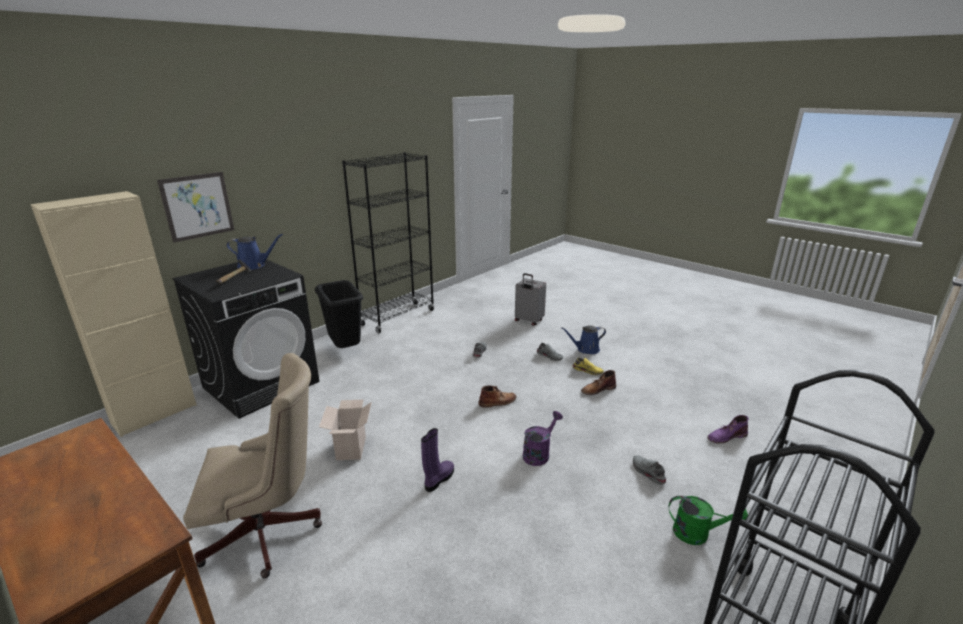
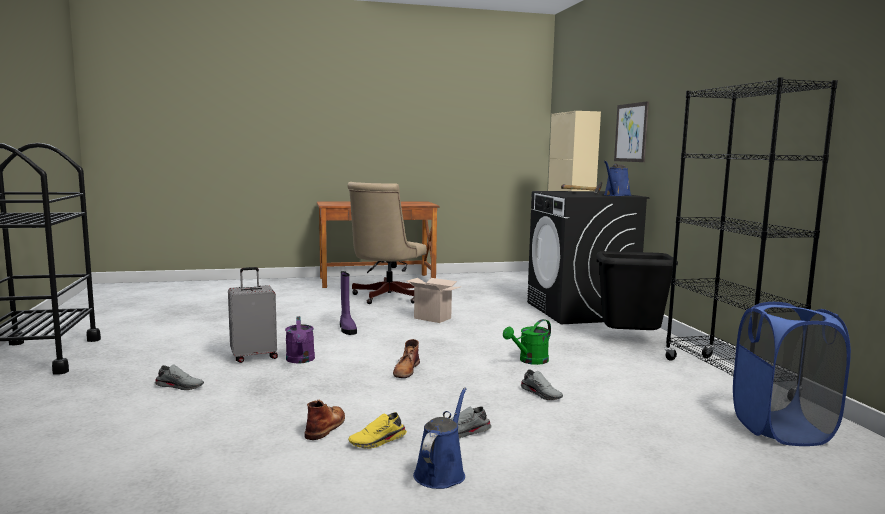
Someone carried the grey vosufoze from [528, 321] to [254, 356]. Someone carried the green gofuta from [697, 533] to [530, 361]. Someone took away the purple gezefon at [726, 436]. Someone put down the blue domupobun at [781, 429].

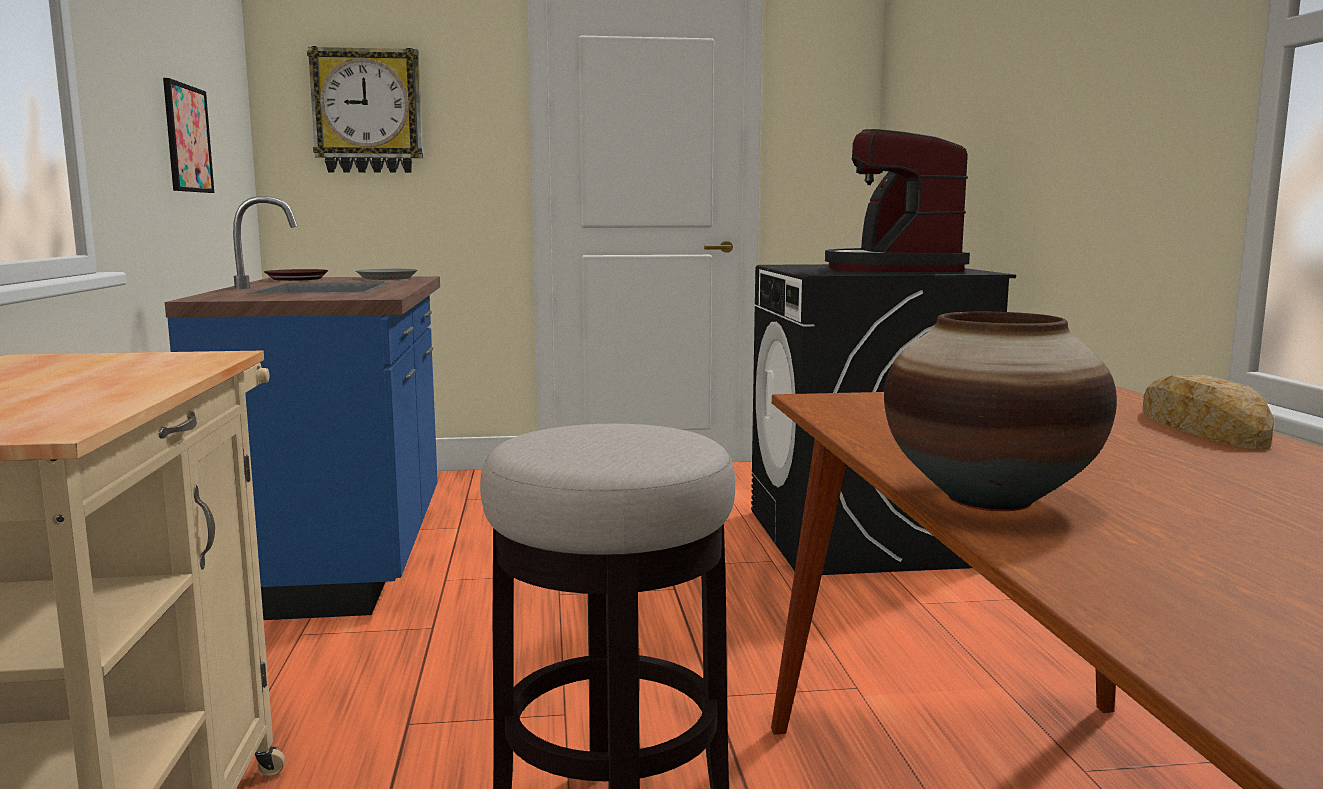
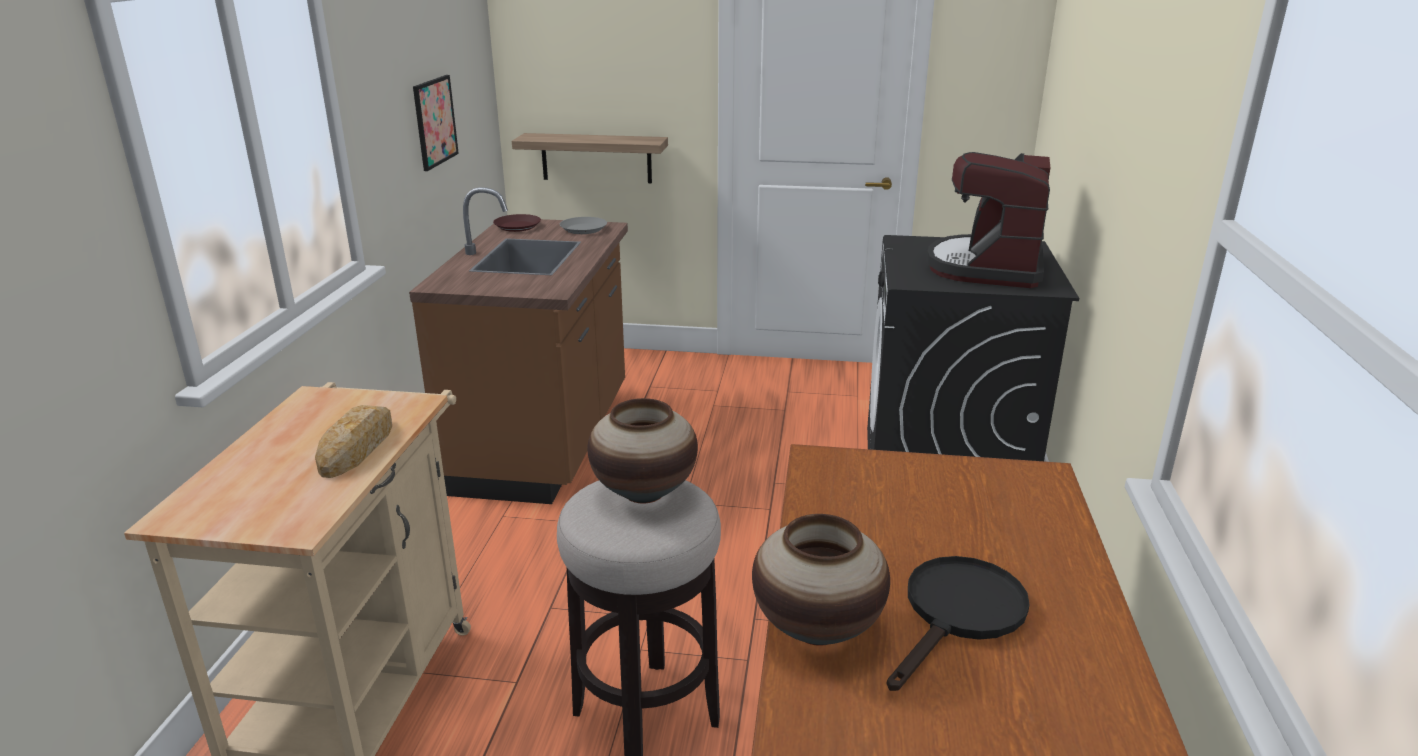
Someone repainted the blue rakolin at [342, 557], which became the brown rakolin at [546, 442]. Someone took away the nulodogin at [368, 111]. Someone carried the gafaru from [1202, 428] to [358, 447]. Someone put up the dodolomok at [596, 158]. Someone put down the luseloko at [644, 493]. Someone put down the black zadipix at [958, 615].

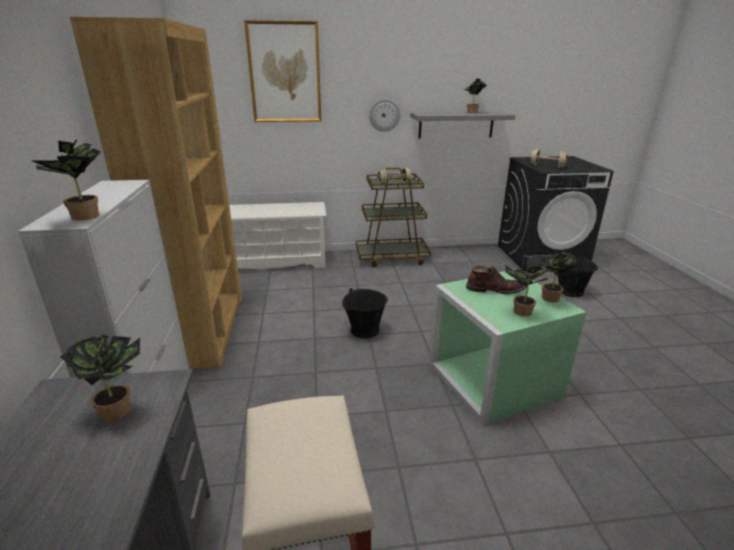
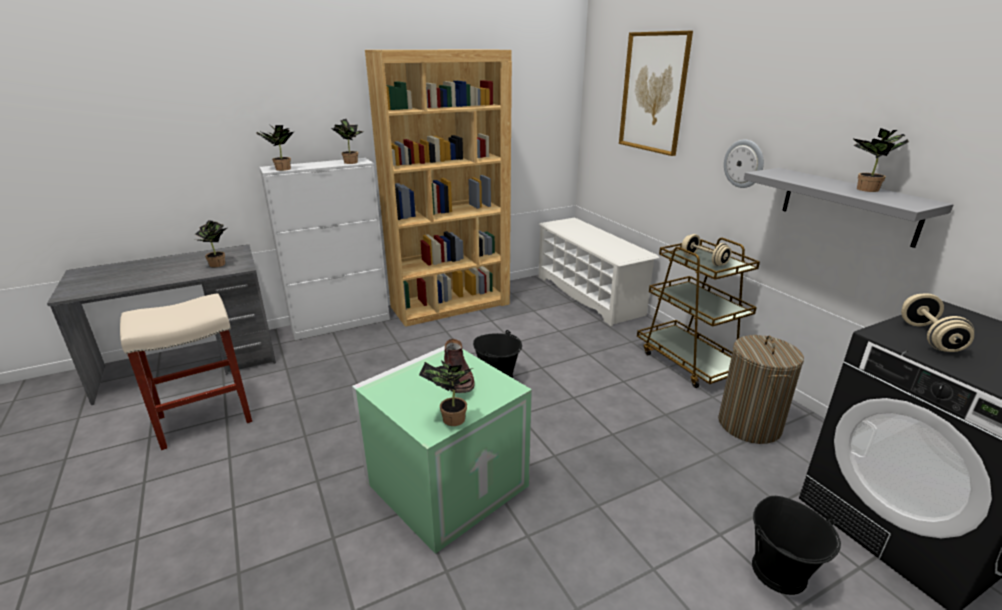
Someone carried the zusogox from [519, 312] to [350, 162]. Someone put down the domupobun at [749, 425].

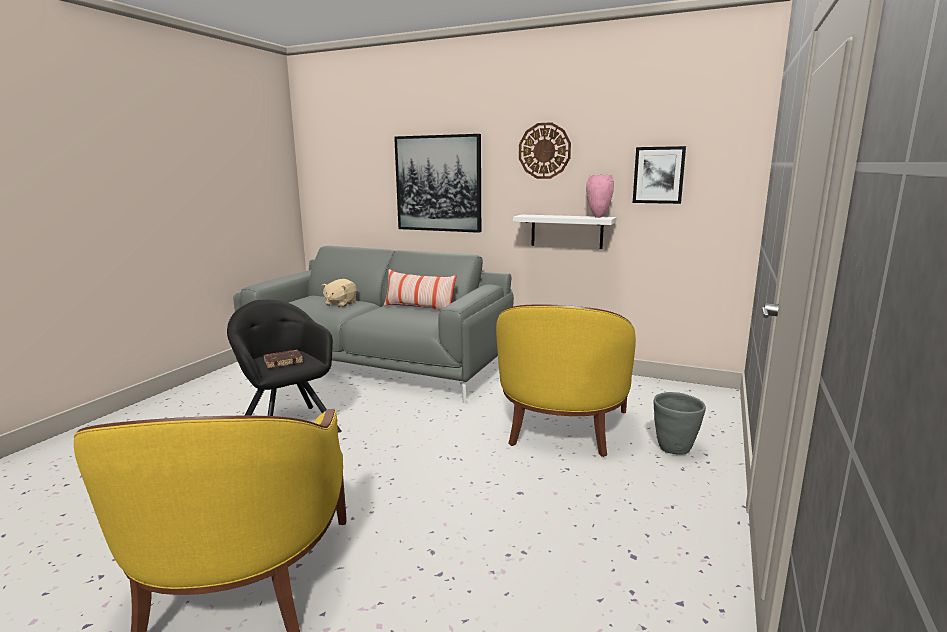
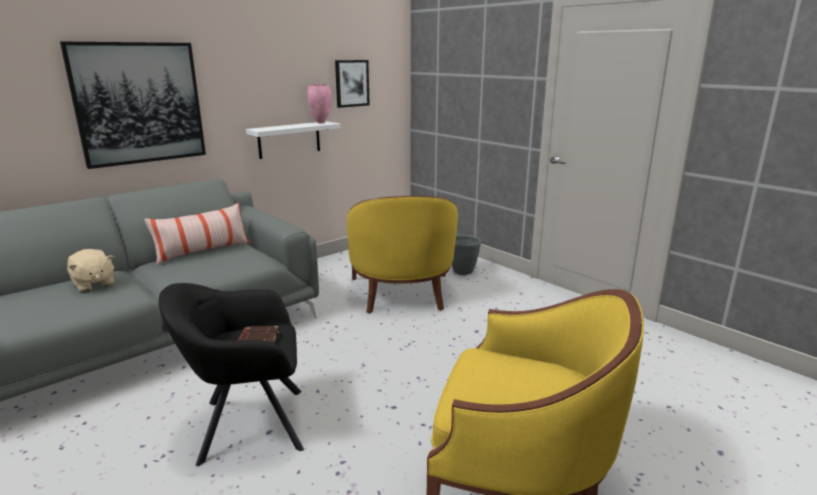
Someone rotated the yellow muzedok at [561, 426] by 45 degrees clockwise. Someone took away the nulodogin at [544, 151].

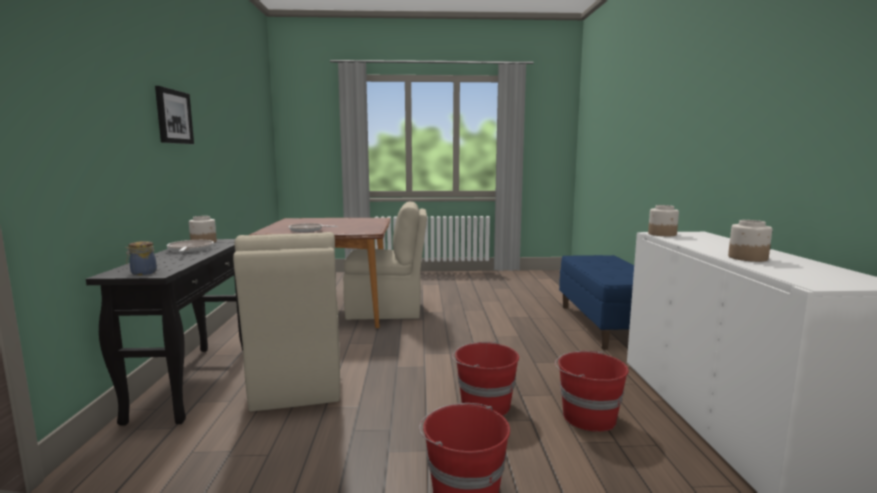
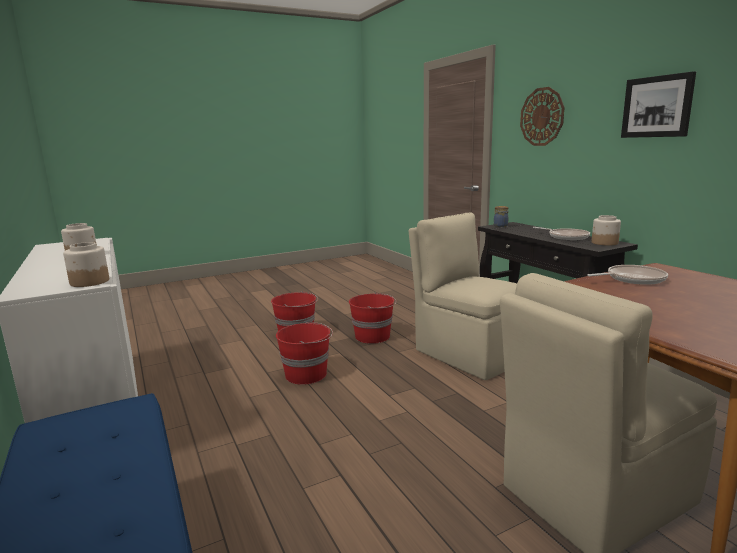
Someone carried the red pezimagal from [587, 417] to [373, 336]. Someone put up the nulodogin at [542, 117].

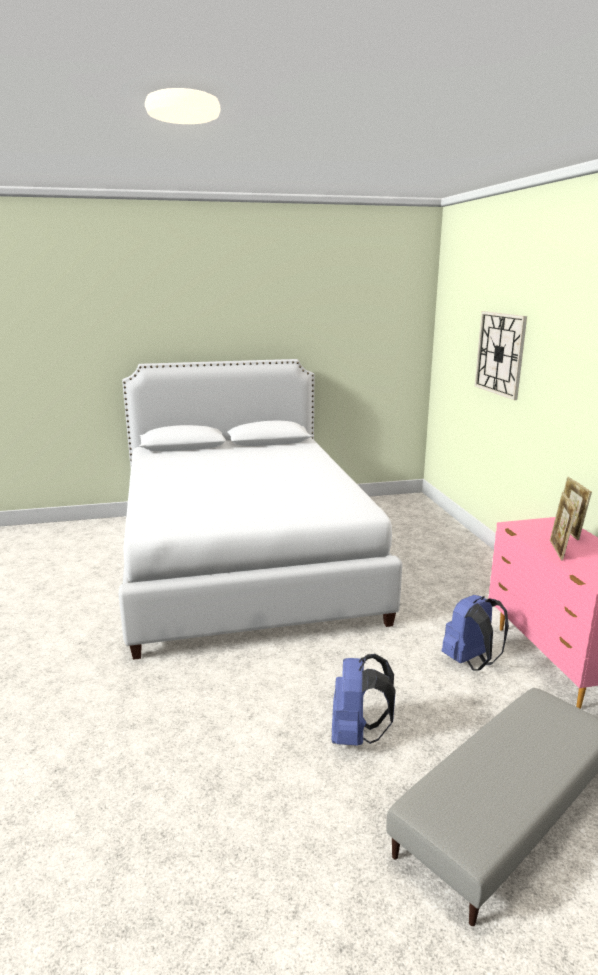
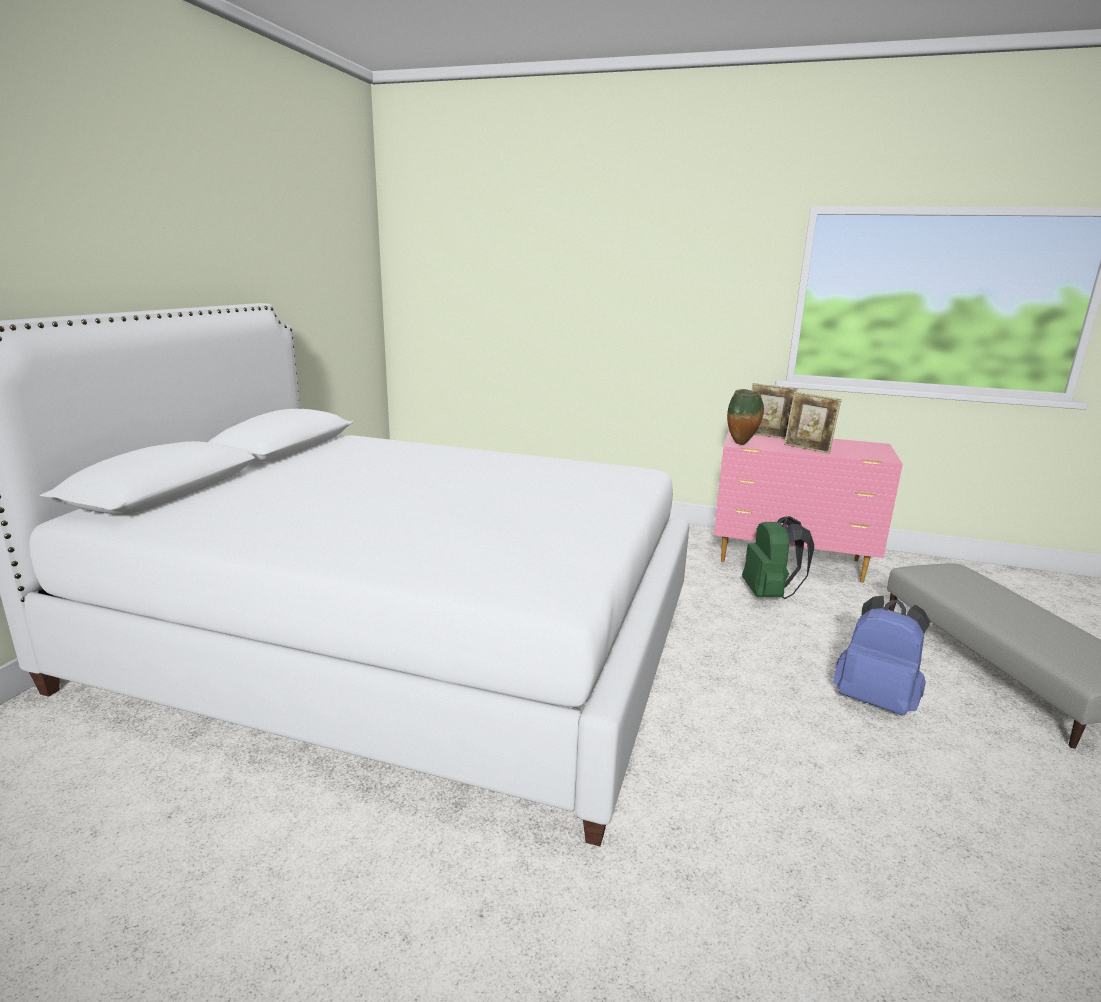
Someone repainted the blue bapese at [471, 662], which became the green bapese at [769, 594]. Someone took away the nulodogin at [500, 354]. Someone put down the luseloko at [741, 444].

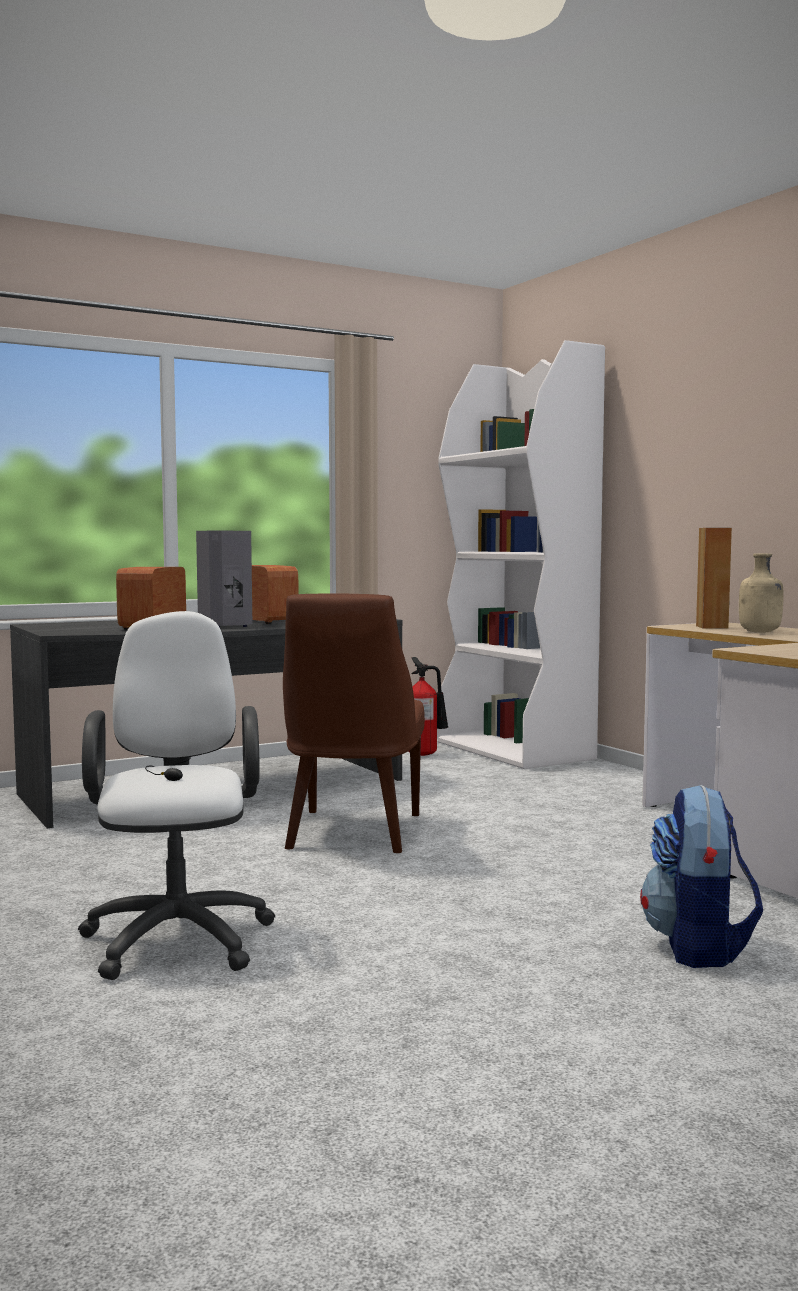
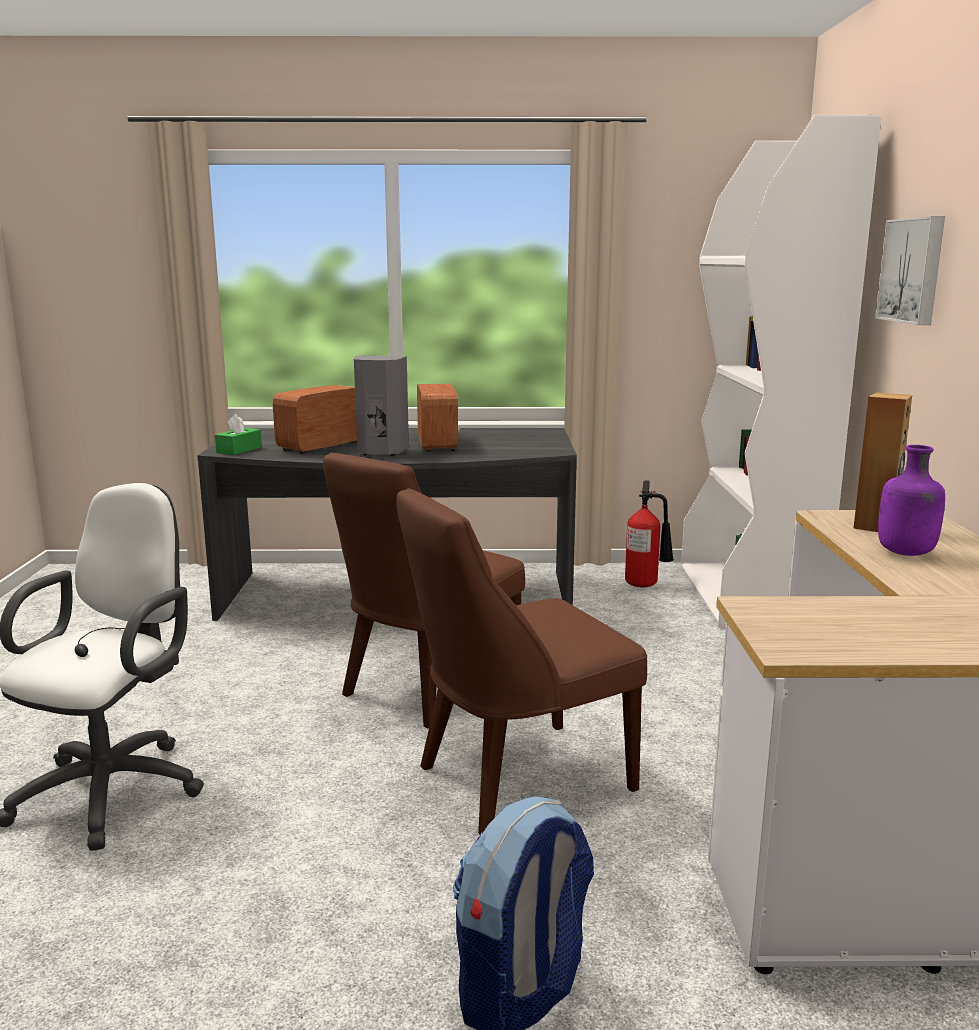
Someone repainted the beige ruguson at [760, 632], which became the purple ruguson at [905, 553]. Someone put down the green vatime at [239, 450]. Someone put down the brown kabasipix at [516, 779]. Someone put up the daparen at [913, 270].

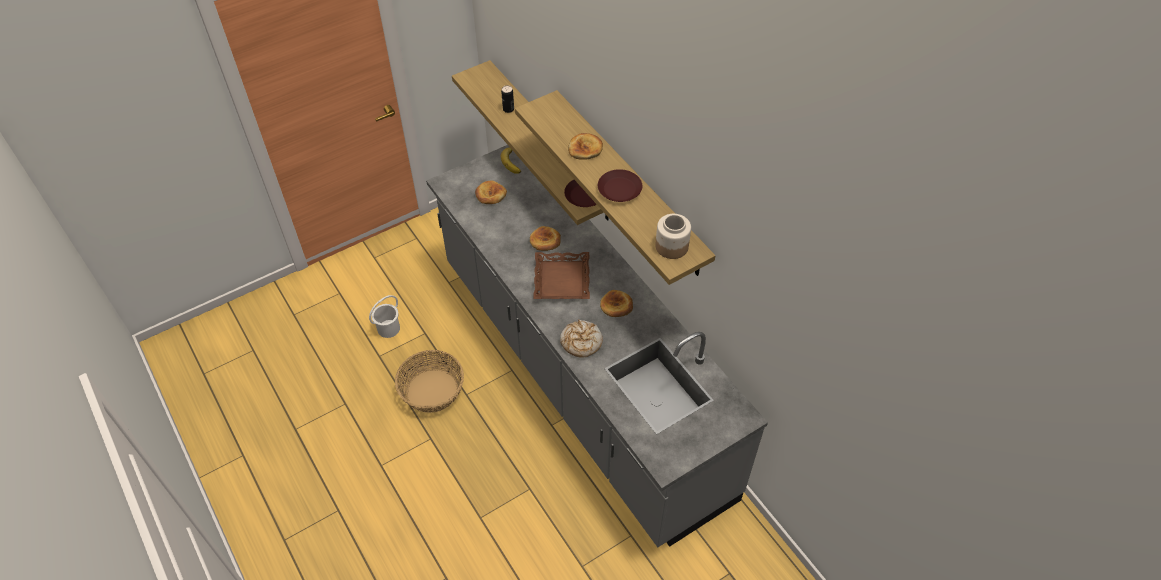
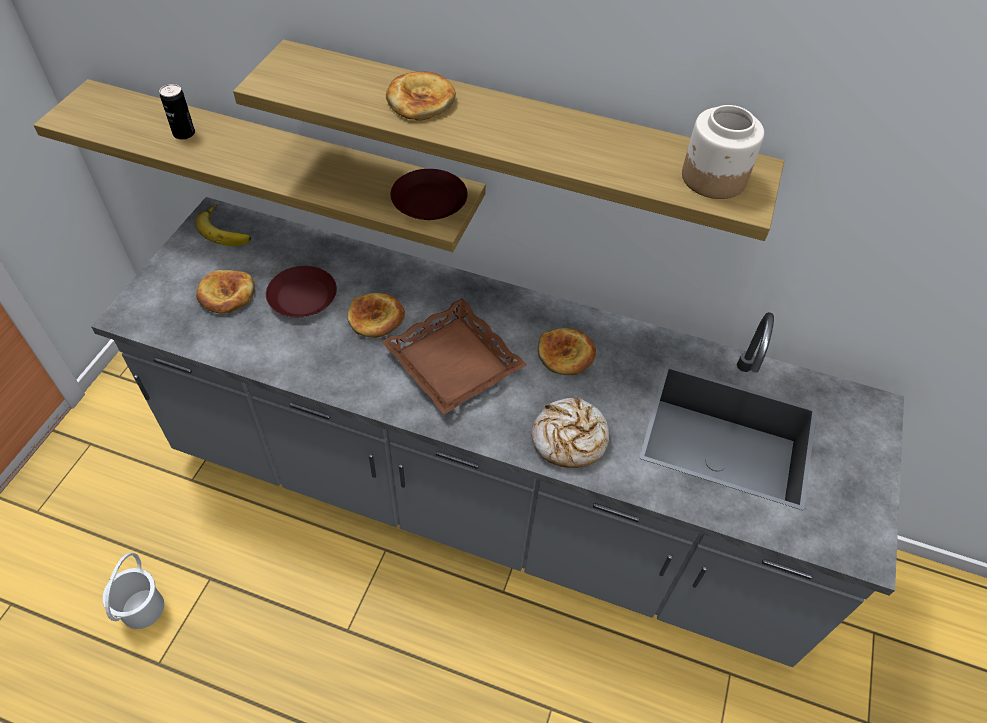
Someone took away the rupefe at [432, 390]. Someone carried the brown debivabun from [619, 189] to [302, 297].

